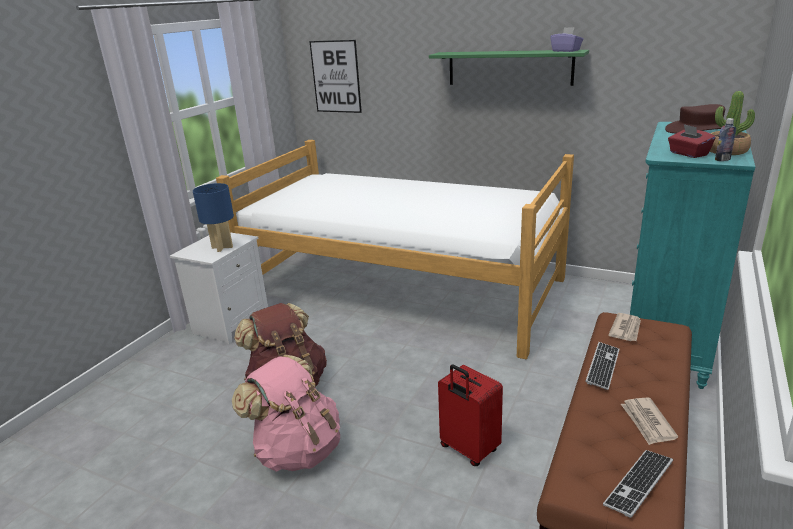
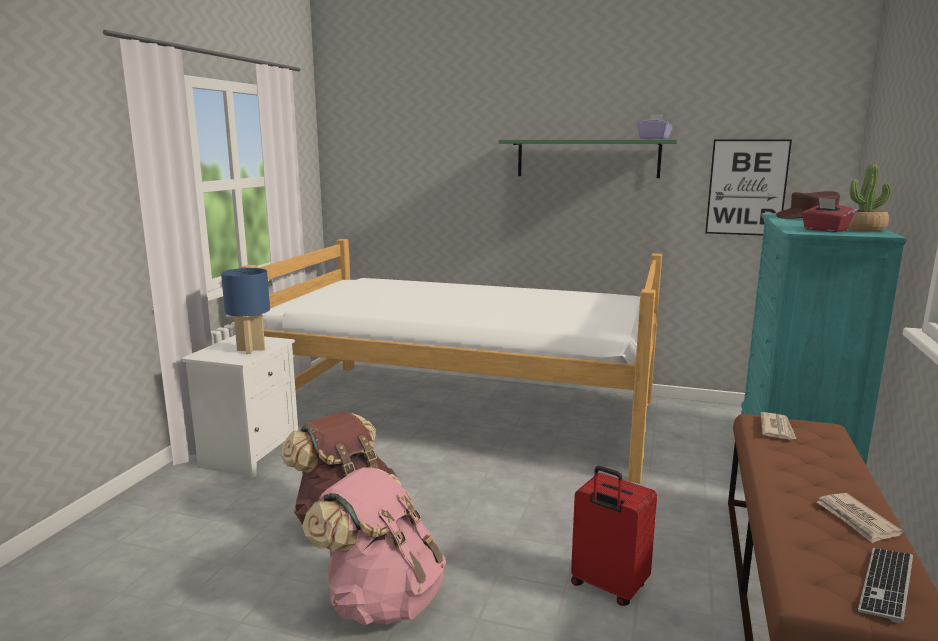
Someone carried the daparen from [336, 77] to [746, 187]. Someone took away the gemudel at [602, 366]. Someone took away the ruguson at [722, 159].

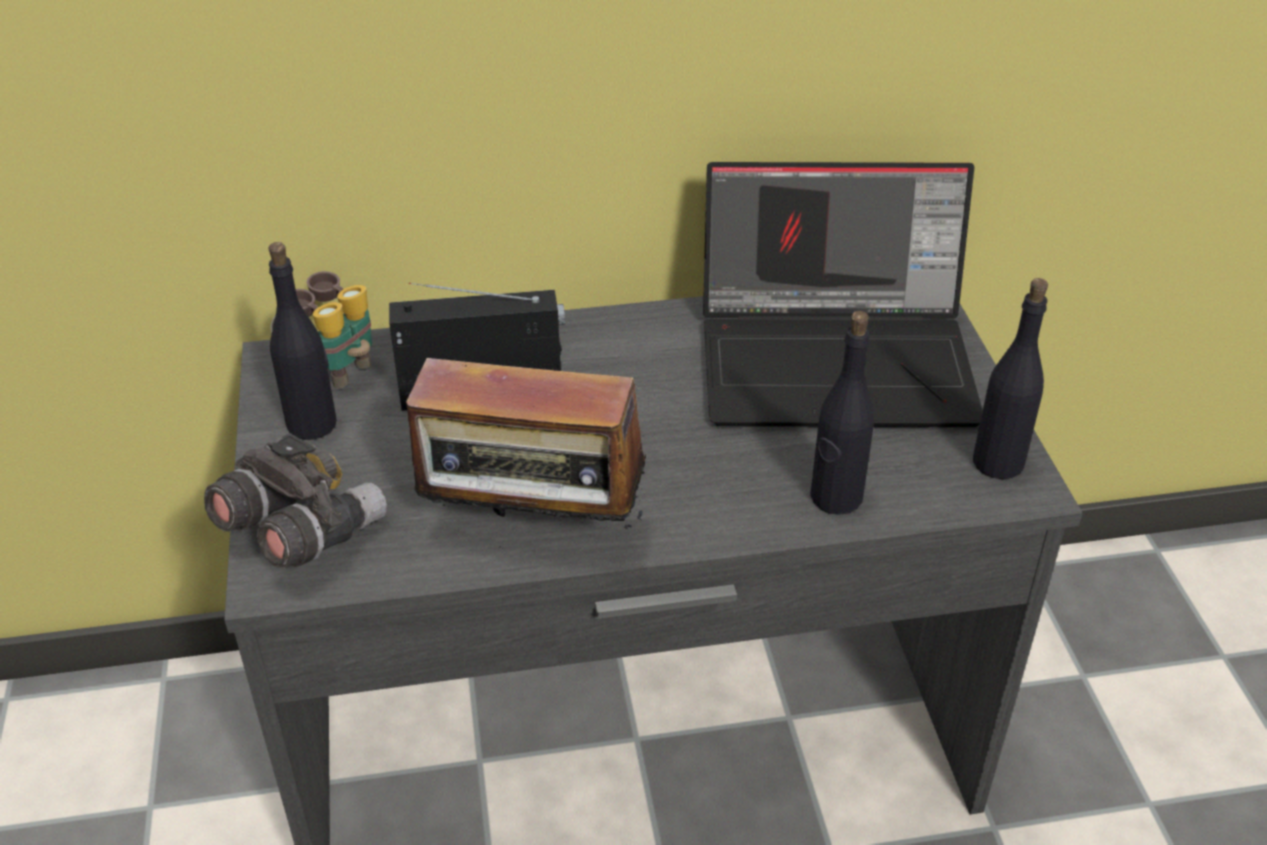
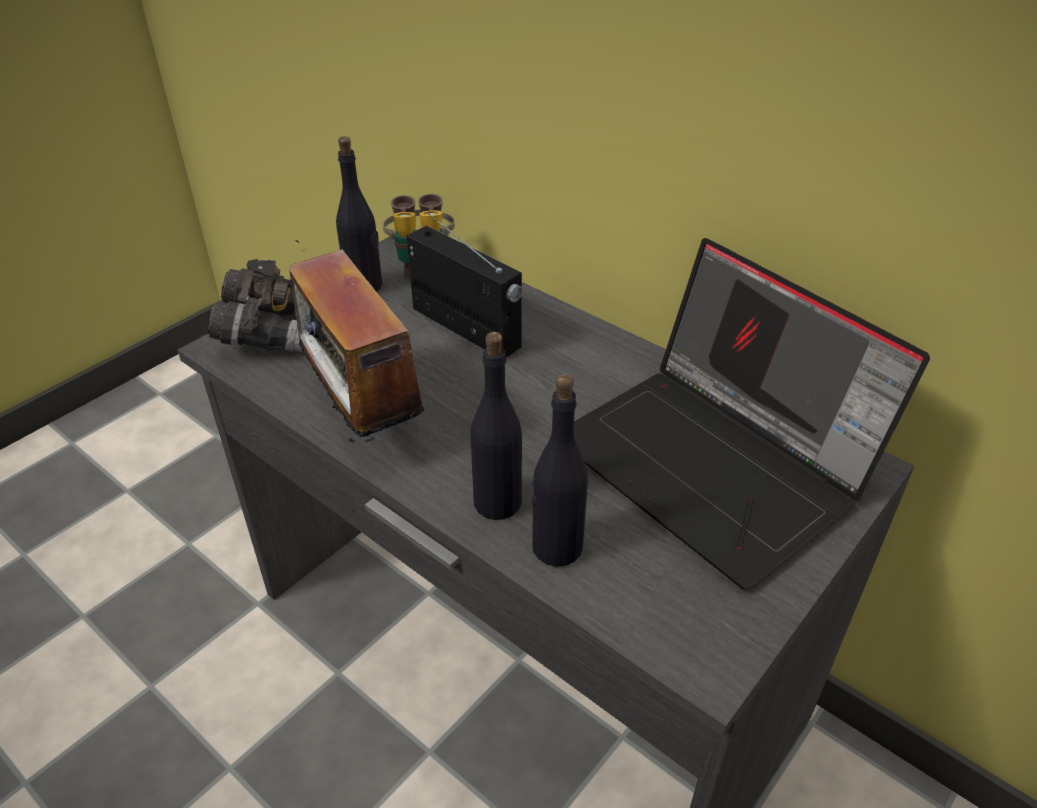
Someone carried the black ruguson from [997, 462] to [498, 502].

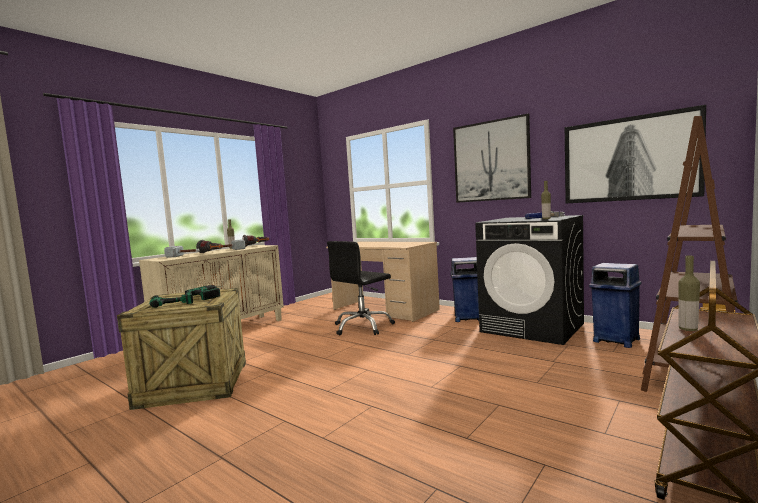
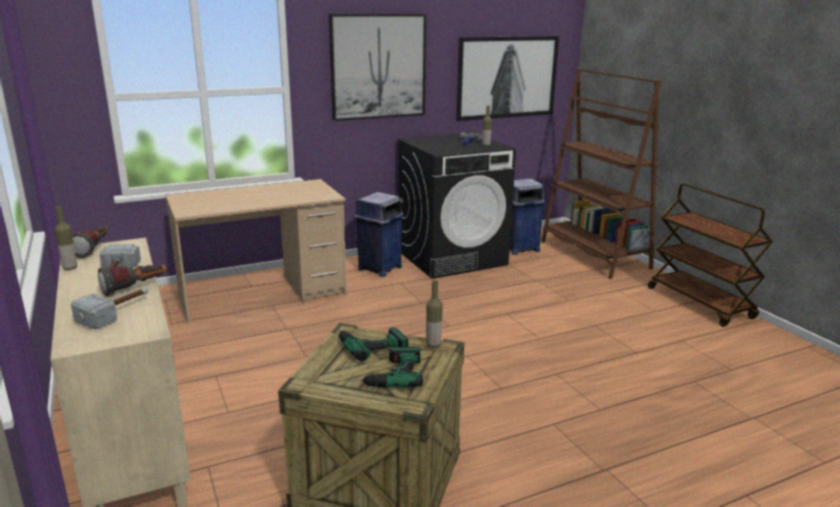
Someone took away the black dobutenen at [363, 327]. Someone carried the ruguson from [688, 329] to [433, 344].

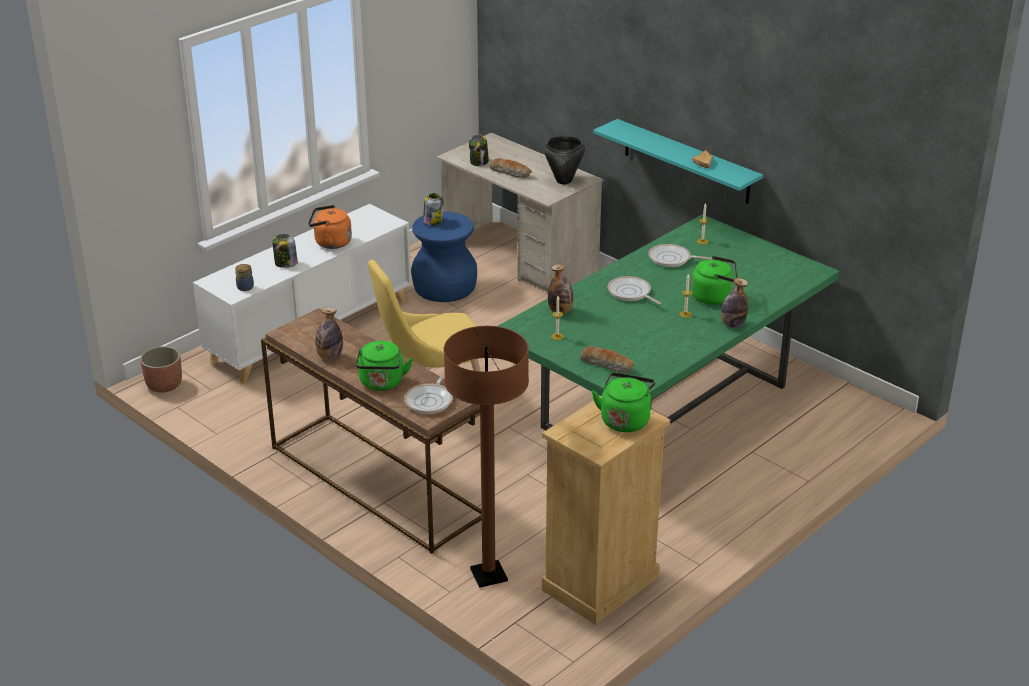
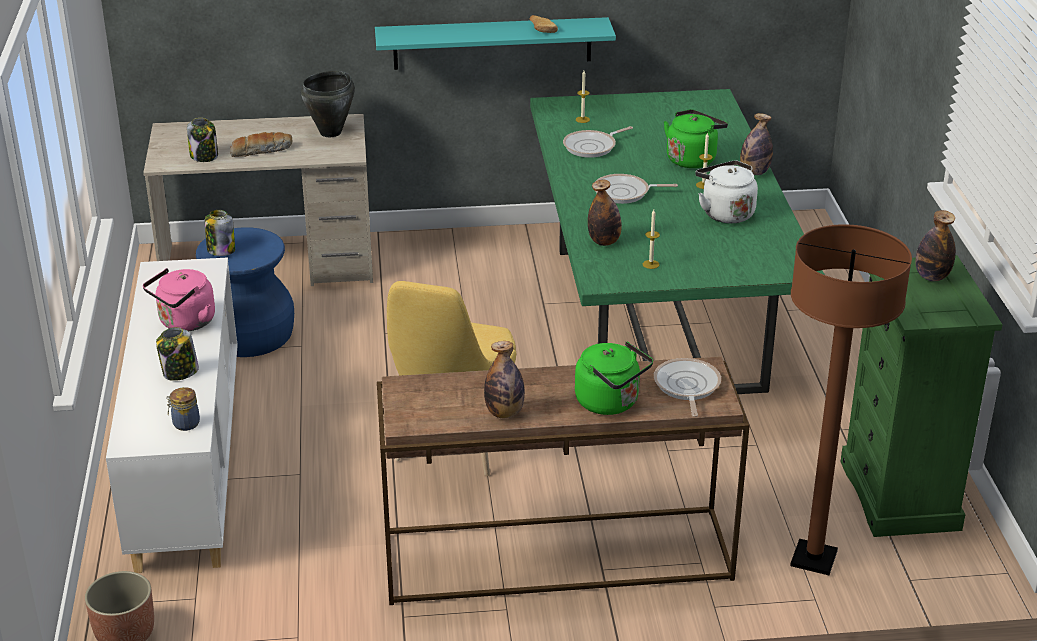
Someone repainted the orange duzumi at [330, 243], which became the pink duzumi at [184, 323]. Someone rotated the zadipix at [430, 400] by 150 degrees counterclockwise. Someone repainted the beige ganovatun at [600, 584], which became the green ganovatun at [900, 495]. Someone took away the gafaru at [607, 365]. Someone swapped the green duzumi at [625, 419] for the ruguson at [931, 277]. Someone put down the white duzumi at [725, 213].

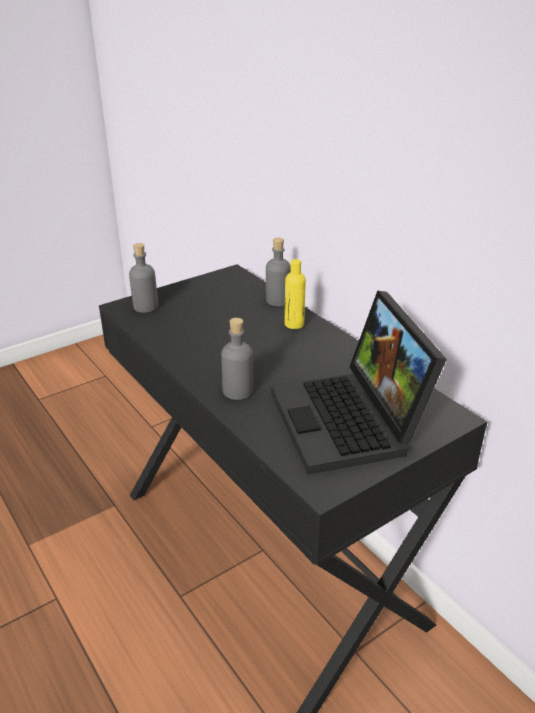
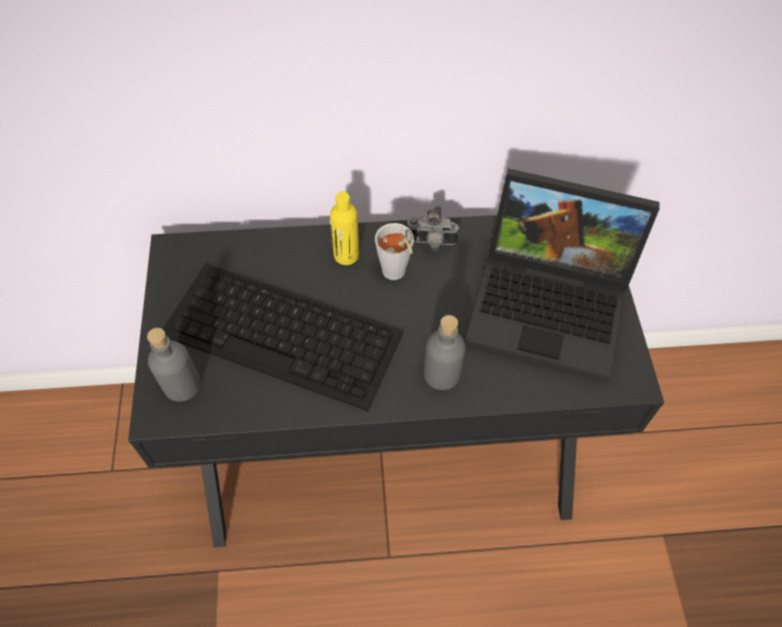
Someone took away the grey ruguson at [278, 300]. Someone put down the gemudel at [284, 333]. Someone put down the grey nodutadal at [395, 275]. Someone put down the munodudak at [431, 244].

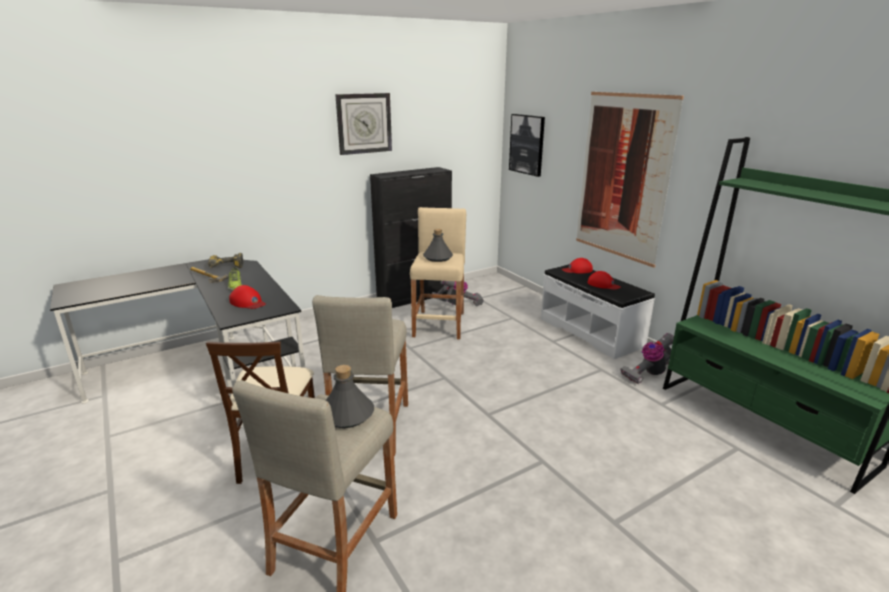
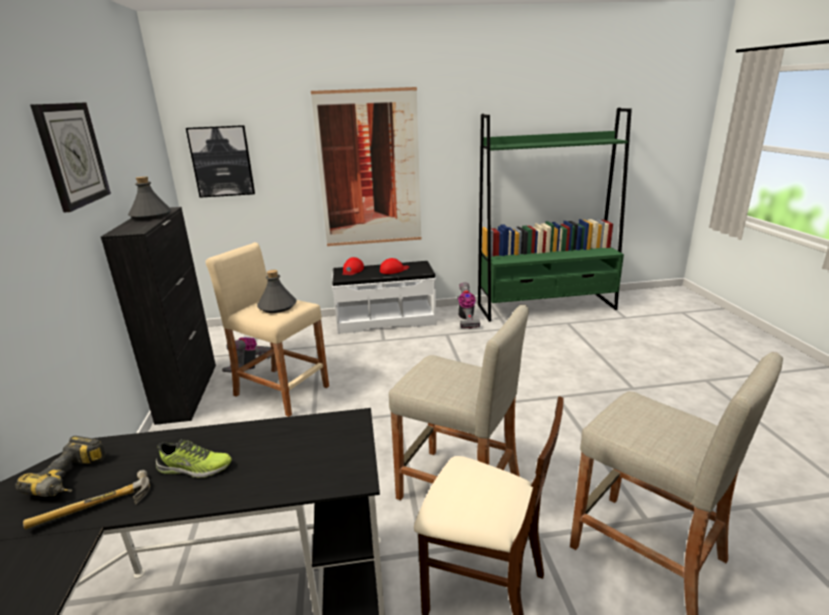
Someone took away the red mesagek at [248, 302]. Someone carried the grey ruguson from [346, 414] to [150, 216].

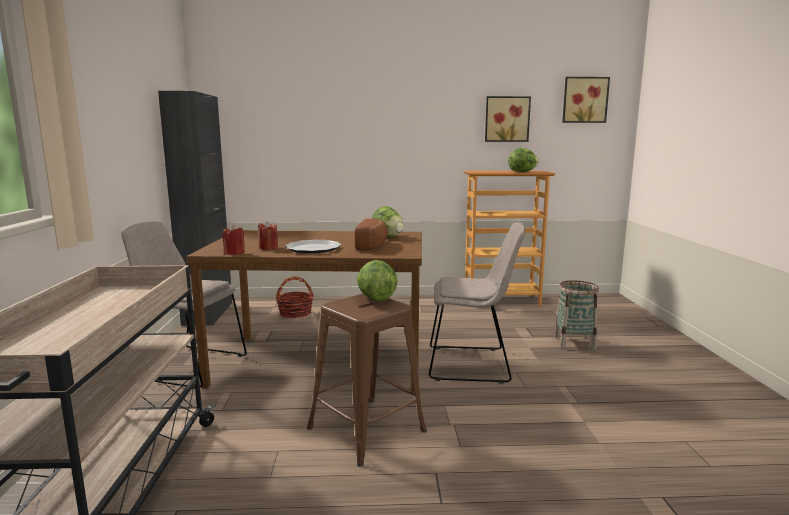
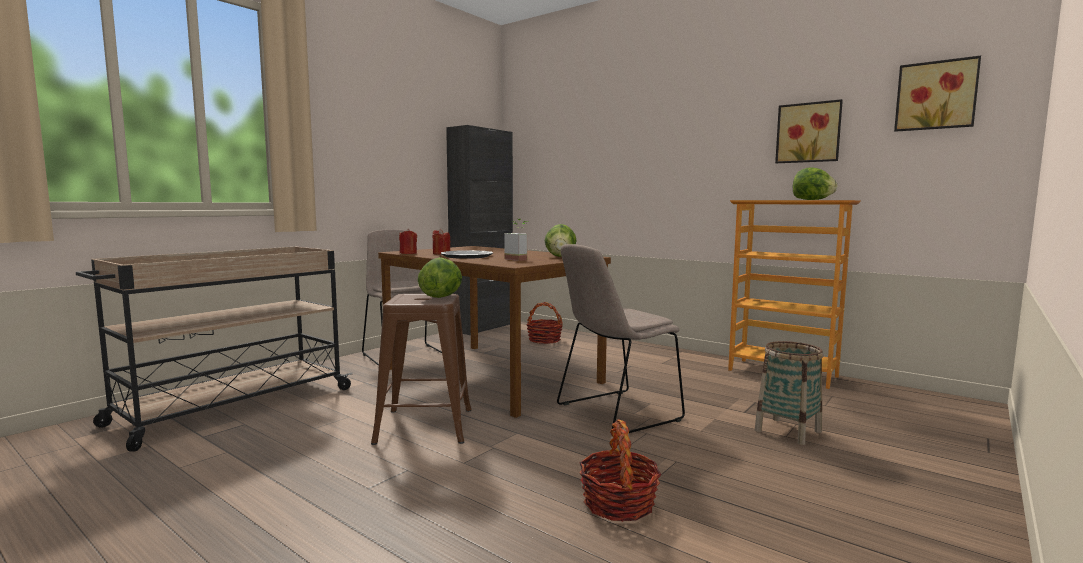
Someone swapped the gafaru at [373, 245] for the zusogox at [519, 259]. Someone rotated the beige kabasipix at [472, 364] by 105 degrees clockwise. Someone put down the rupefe at [618, 503].

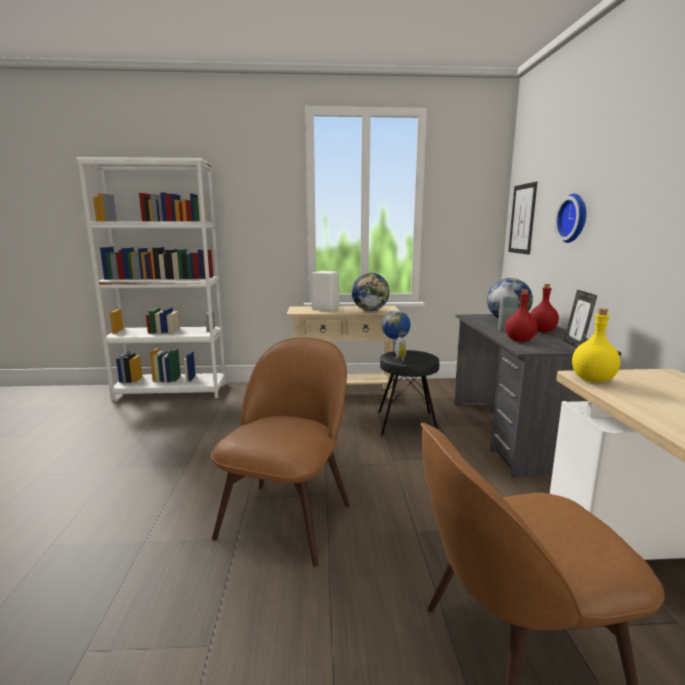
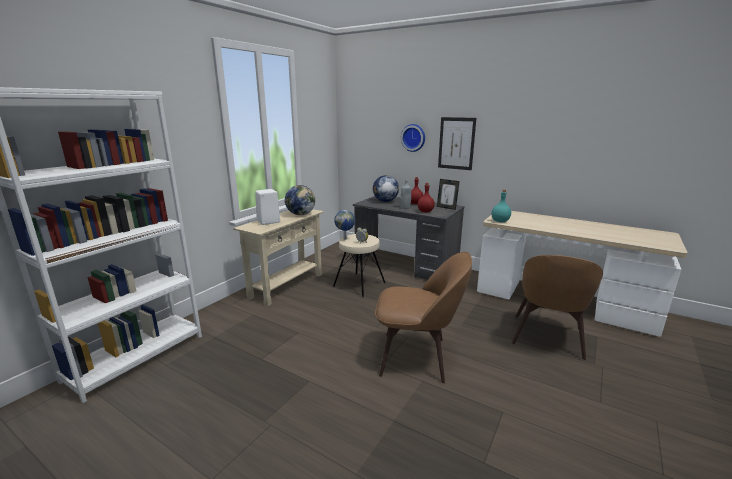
Someone rotated the brown kabasipix at [287, 517] by 135 degrees clockwise. Someone repainted the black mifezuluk at [406, 423], which became the beige mifezuluk at [359, 284]. Someone carried the daparen from [522, 219] to [456, 143]. Someone repainted the yellow ruguson at [592, 380], which became the turquoise ruguson at [500, 221].

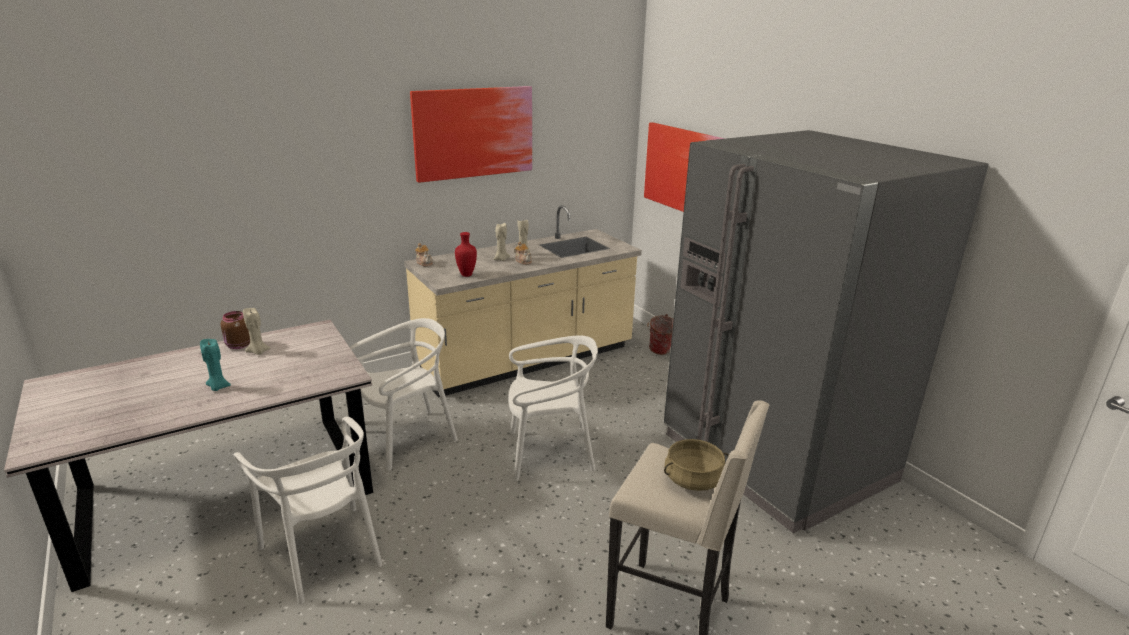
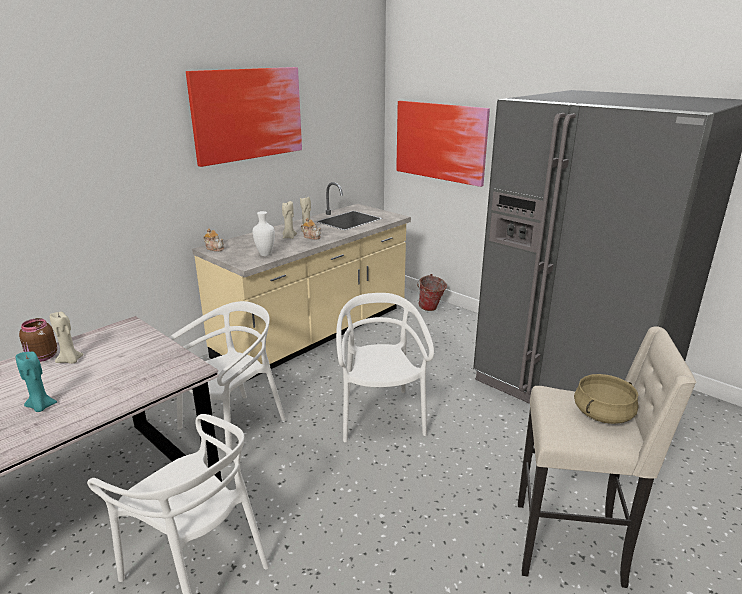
Someone repainted the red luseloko at [466, 275], which became the white luseloko at [264, 255]. Someone rotated the white kabasipix at [549, 453] by 75 degrees counterclockwise.

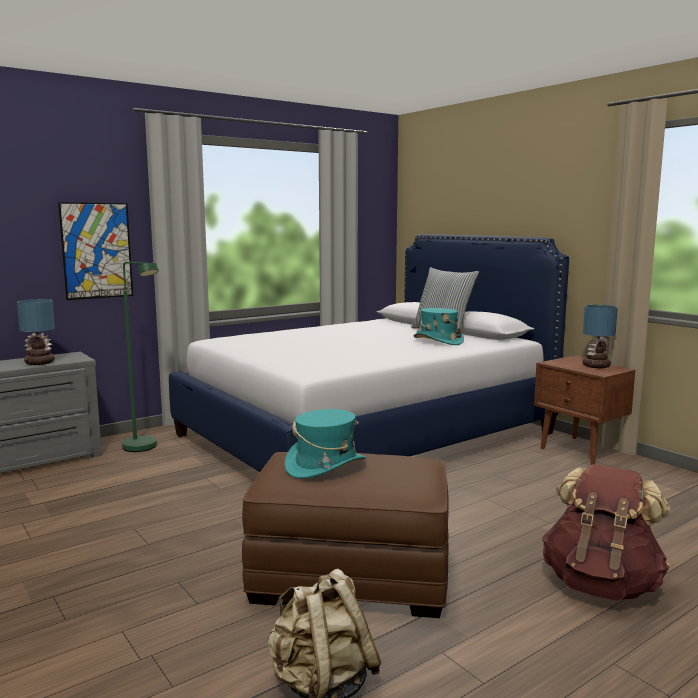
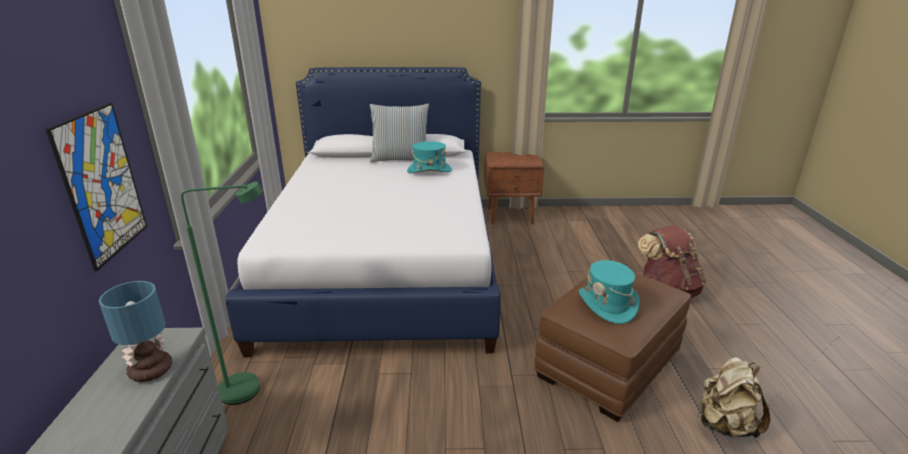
Someone took away the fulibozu at [596, 366].

